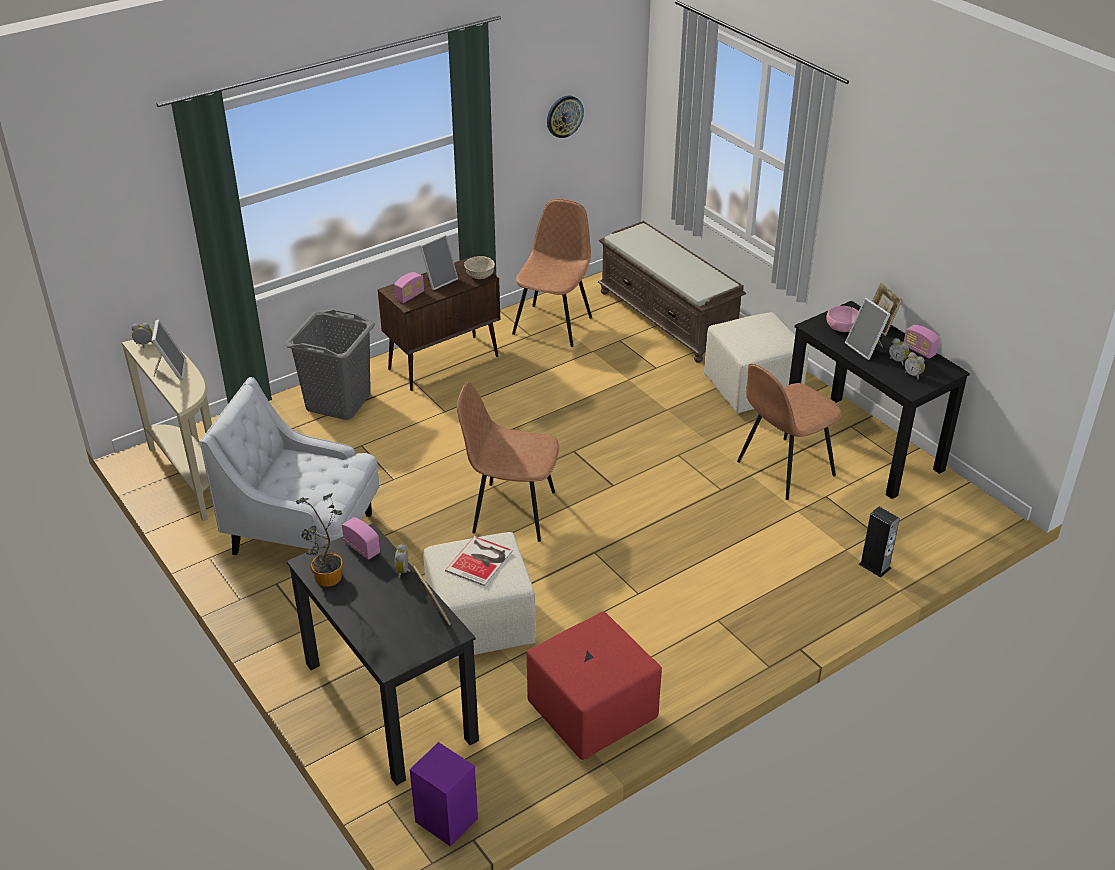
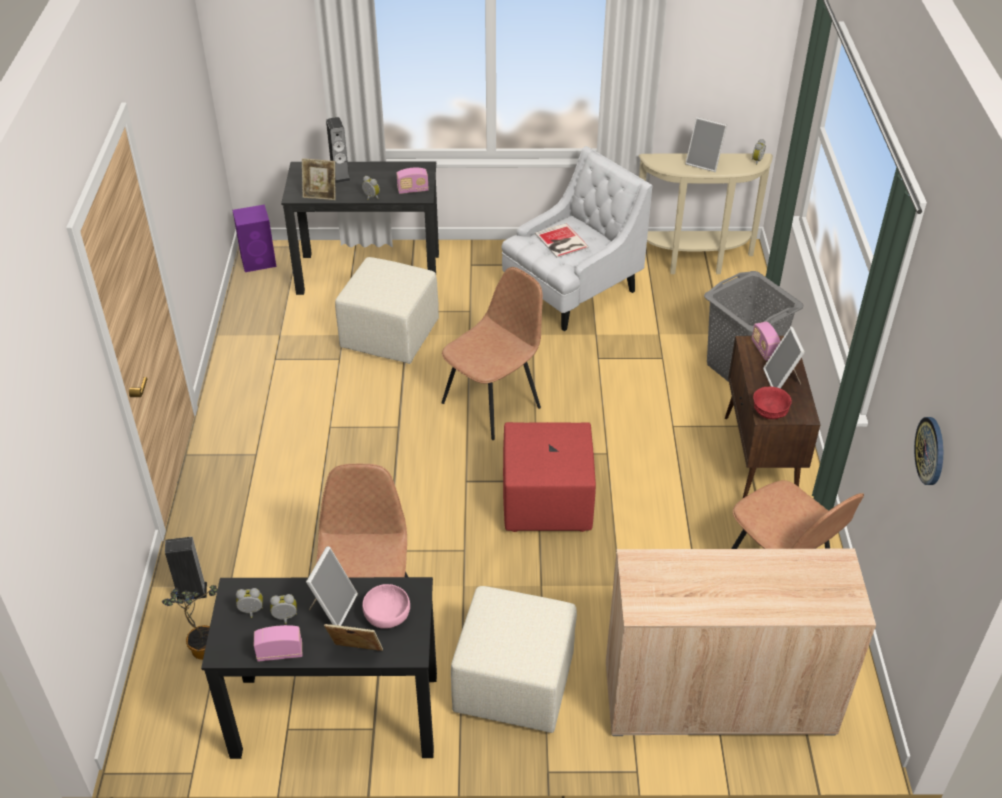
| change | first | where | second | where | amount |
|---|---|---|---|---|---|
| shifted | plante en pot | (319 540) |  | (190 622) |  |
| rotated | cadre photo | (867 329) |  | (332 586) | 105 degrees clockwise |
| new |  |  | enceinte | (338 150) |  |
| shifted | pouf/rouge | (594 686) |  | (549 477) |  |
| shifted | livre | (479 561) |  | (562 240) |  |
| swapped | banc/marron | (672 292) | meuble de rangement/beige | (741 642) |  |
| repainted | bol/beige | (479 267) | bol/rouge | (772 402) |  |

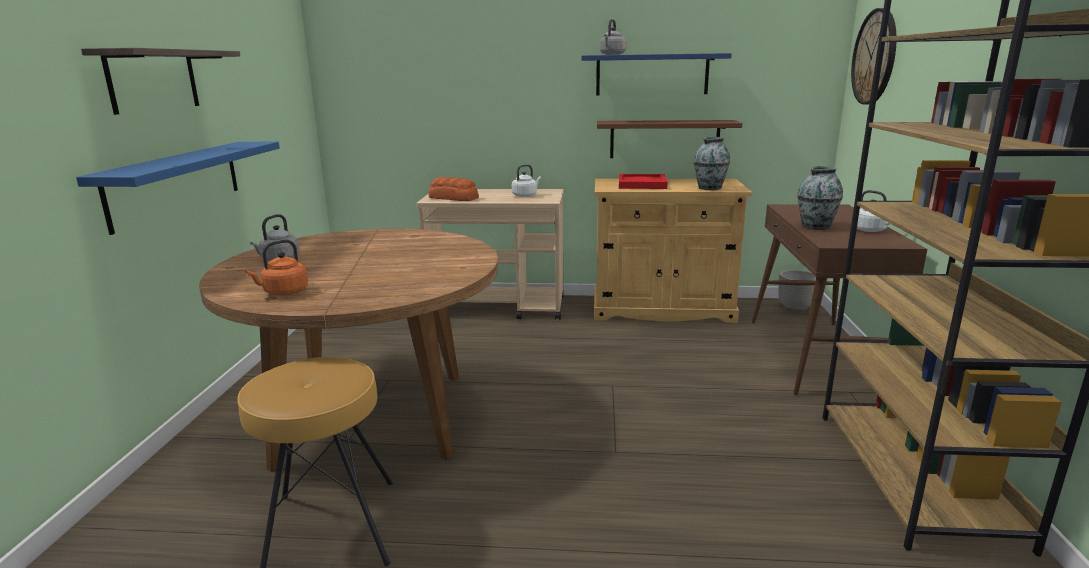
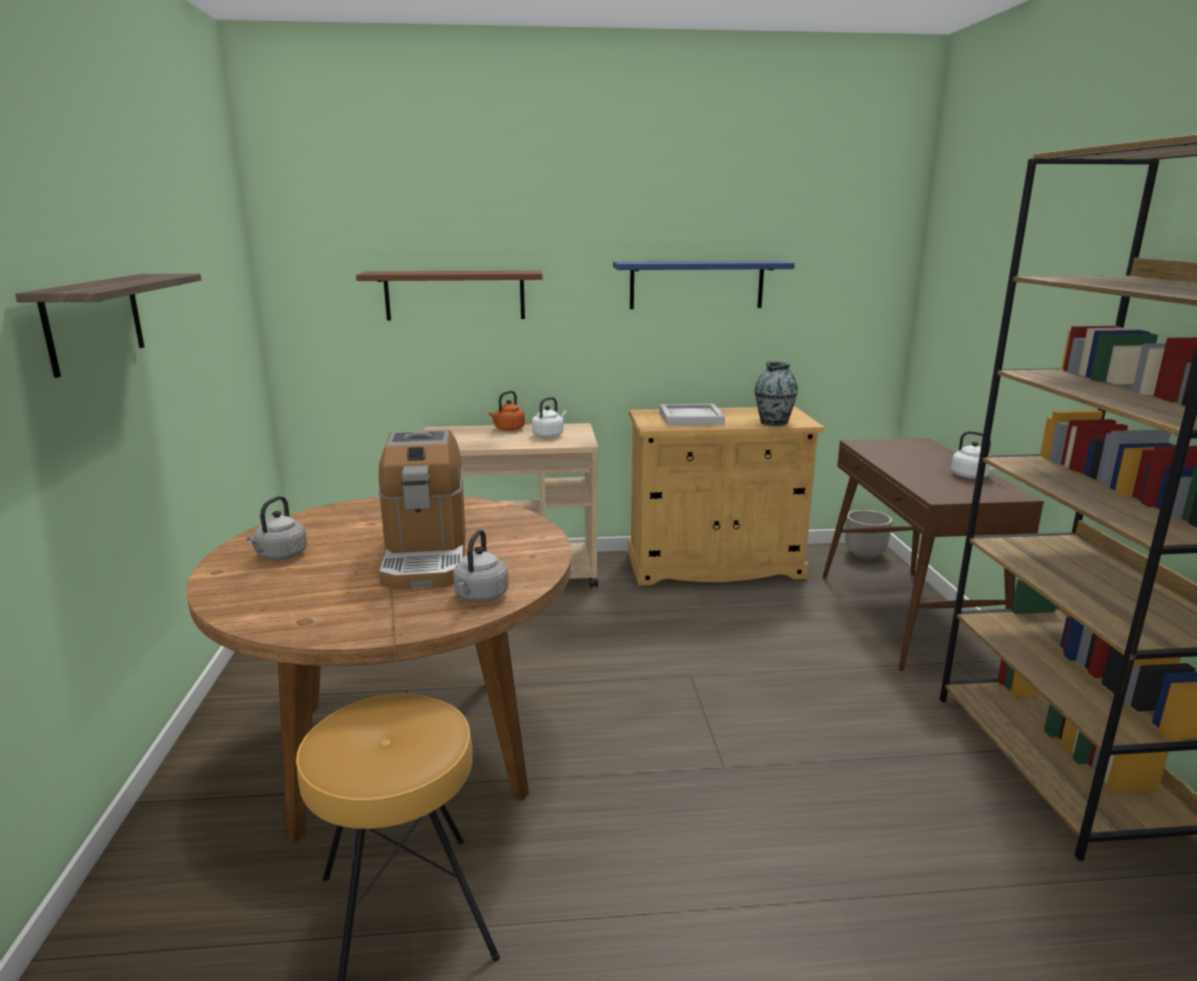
| change | first | where | second | where | amount |
|---|---|---|---|---|---|
| shifted | étagère/marron | (670 139) |  | (449 295) |  |
| new |  |  | machine à café | (422 509) |  |
| shifted | bouilloire/gris | (613 37) |  | (481 566) |  |
| shifted | bouilloire/orange | (277 267) |  | (507 411) |  |
| repainted | plateau/rouge | (643 181) | plateau/blanc | (692 415) |  |
| gone | étagère/bleu | (178 188) |  |  |  |
| gone | pain | (454 189) |  |  |  |
| gone | vase | (820 198) |  |  |  |
| gone | horloge murale | (873 56) |  |  |  |

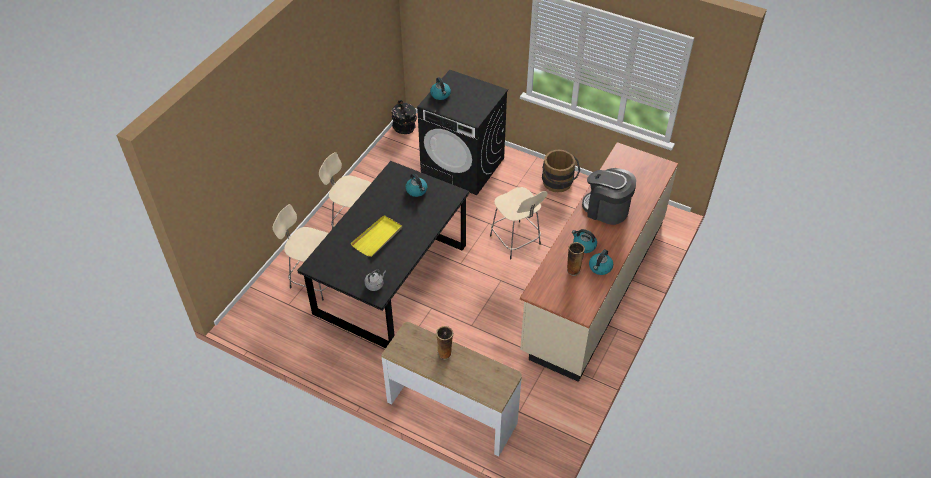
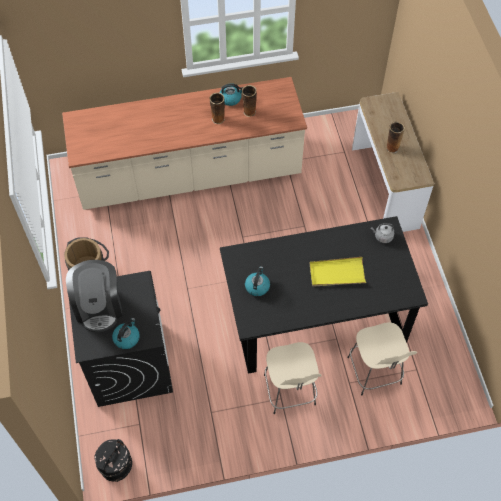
| change | first | where | second | where | amount |
|---|---|---|---|---|---|
| shifted | machine à café | (609 196) |  | (94 296) |  |
| swapped | bouilloire | (584 241) | vase | (217 108) |  |
| gone | tabouret/beige | (519 223) |  |  |  |

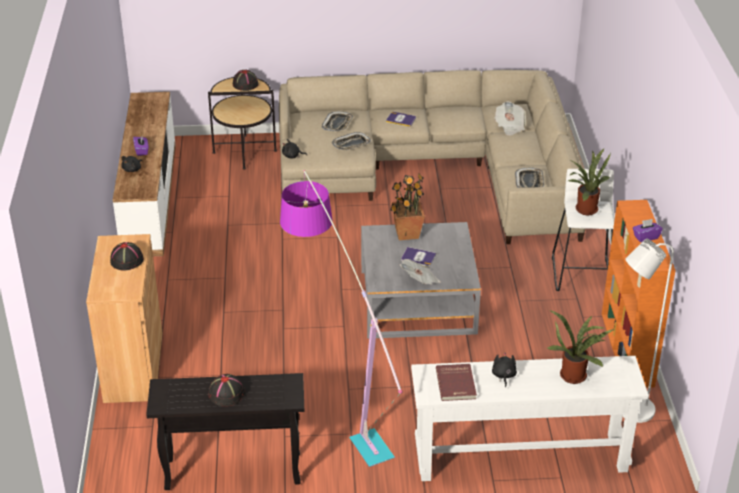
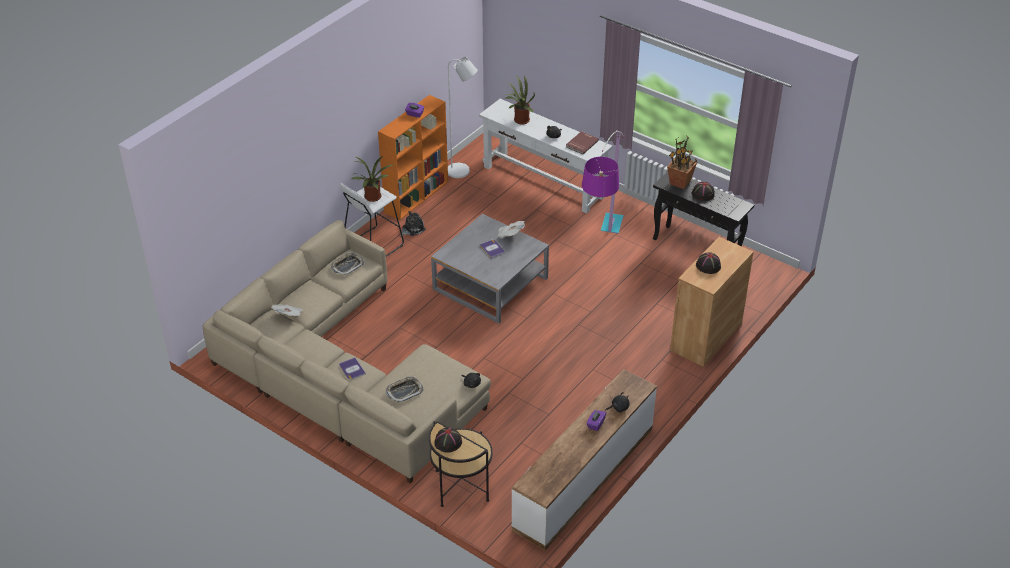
| change | first | where | second | where | amount |
|---|---|---|---|---|---|
| new |  |  | peluche | (413 223) |  |
| shifted | plante en pot | (407 206) |  | (682 161) |  |
| gone | plateau | (351 141) |  |  |  |

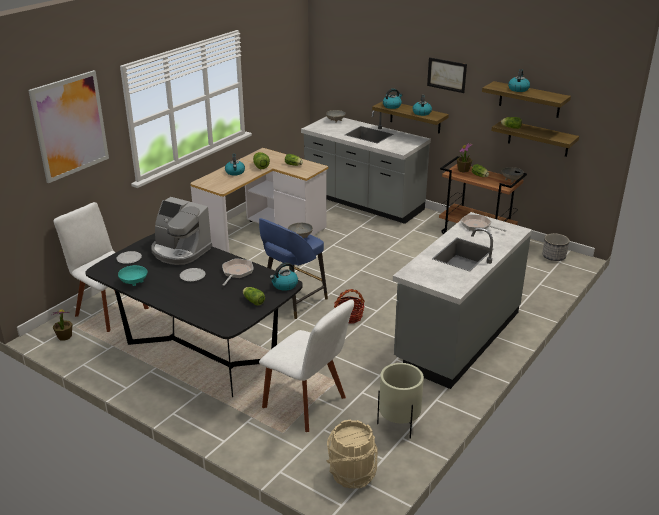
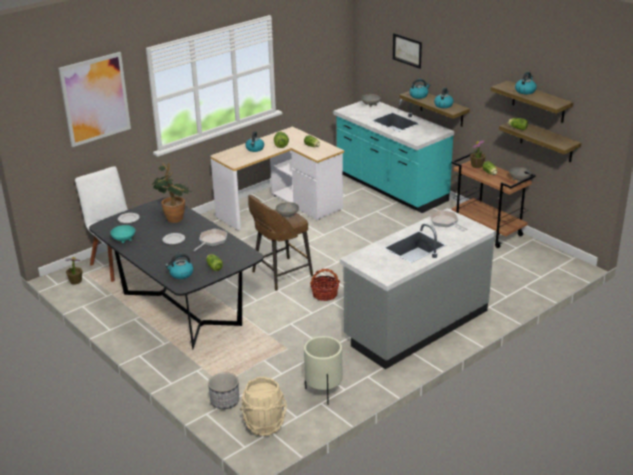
| change | first | where | second | where | amount |
|---|---|---|---|---|---|
| swapped | machine à café | (181 231) | plante en pot | (172 192) |  |
| shifted | bouilloire | (284 276) |  | (179 266) |  |
| shifted | cache-pot | (555 247) |  | (223 390) |  |
| repainted | tabouret/bleu | (293 268) | tabouret/marron | (280 243) |  |
| repainted | comptoir de cuisine/gris | (366 167) | comptoir de cuisine/turquoise | (393 156) |  |
| shifted | tableau | (447 75) |  | (407 51) |  |
| gone | chaise/blanc | (306 365) |  |  |  |

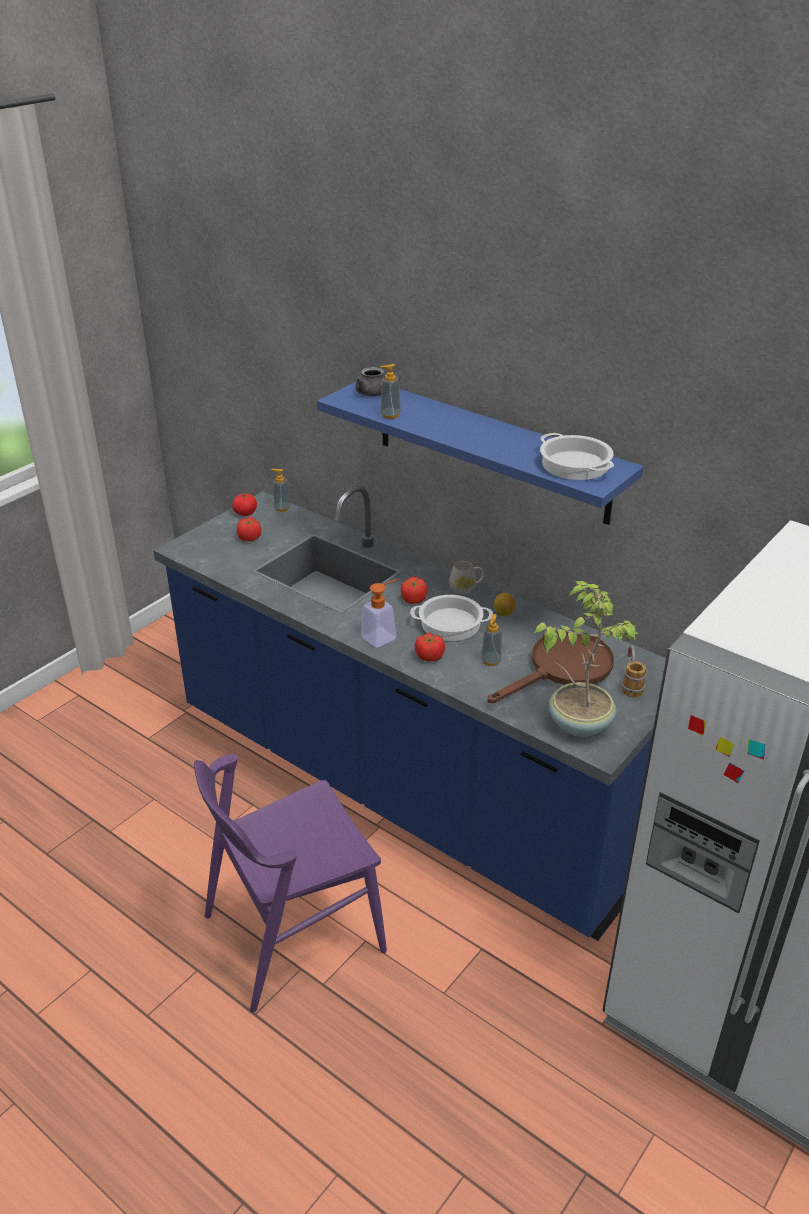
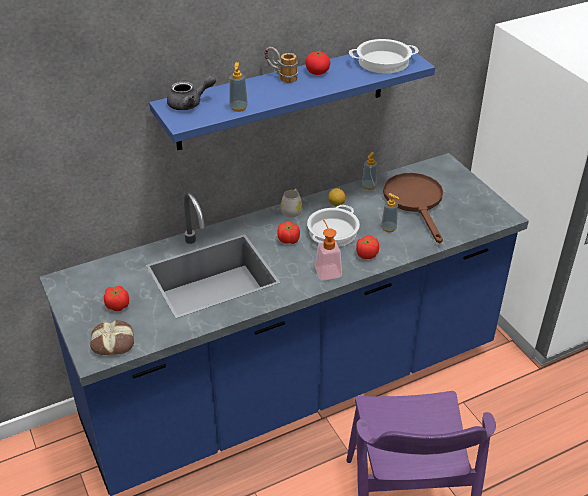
| change | first | where | second | where | amount |
|---|---|---|---|---|---|
| new |  |  | pain | (112 337) |  |
| shifted | mug | (634 671) |  | (281 65) |  |
| shifted | tomate | (244 505) |  | (317 63) |  |
| shifted | distributeur de savon | (280 490) |  | (369 171) |  |
| gone | plante en pot | (586 659) |  |  |  |

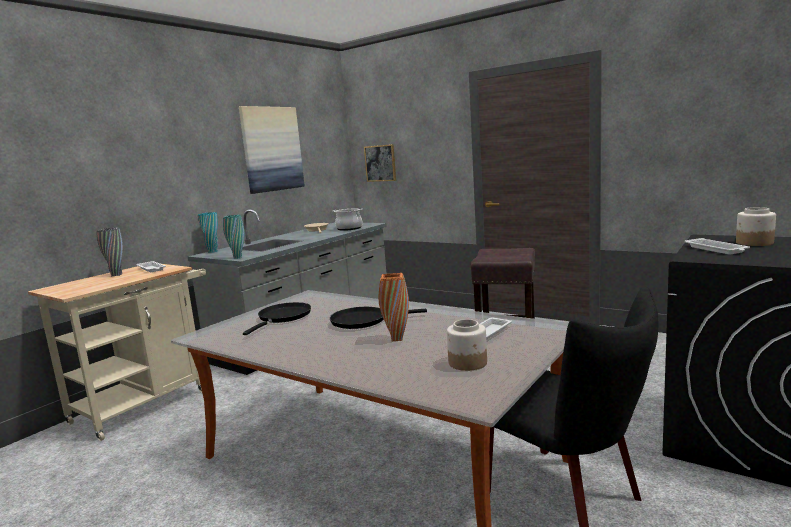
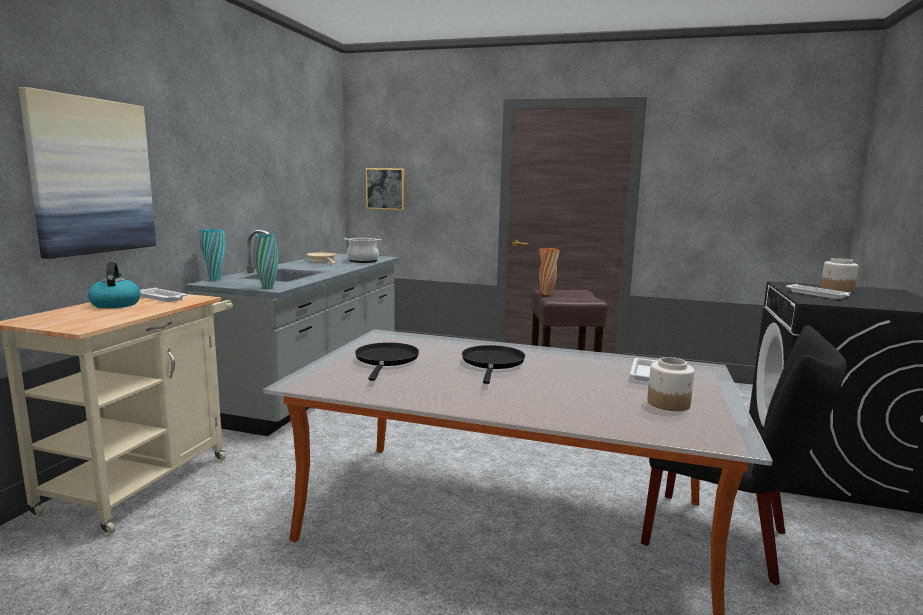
| change | first | where | second | where | amount |
|---|---|---|---|---|---|
| shifted | tableau | (272 150) |  | (87 173) |  |
| swapped | vase/gris | (109 251) | bouilloire | (114 285) |  |
| rotated | poêle/noir | (378 318) |  | (493 364) | 120 degrees clockwise |
| shifted | vase/orange | (393 307) |  | (549 271) |  |

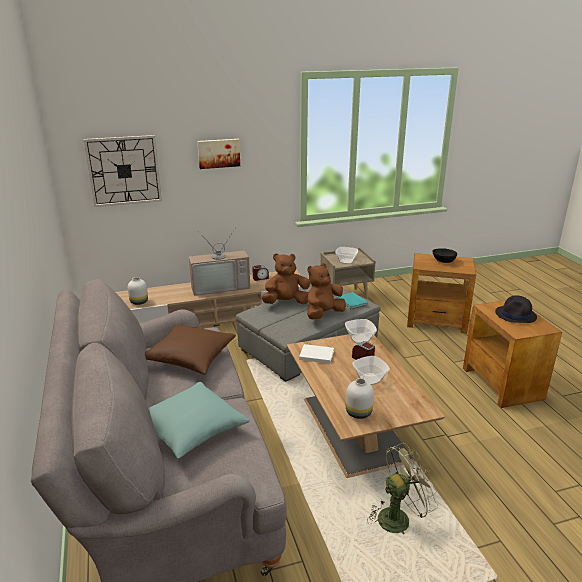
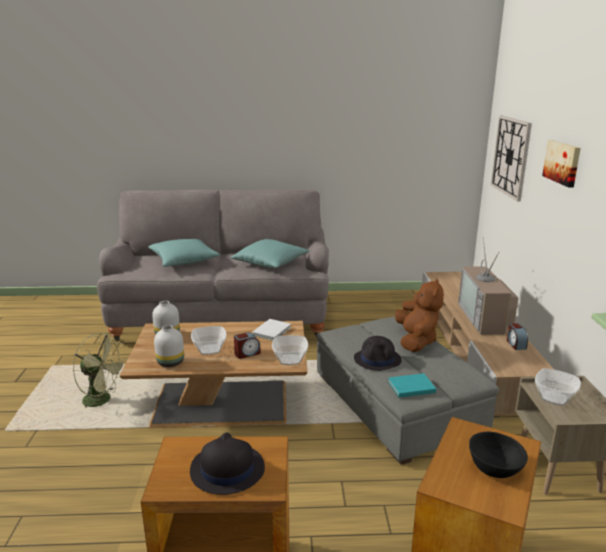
| change | first | where | second | where | amount |
|---|---|---|---|---|---|
| rotated | ventilateur/vert | (402 489) |  | (100 373) | 60 degrees counterclockwise |
| shifted | vase/blanc | (138 291) |  | (169 346) |  |
| repainted | coussin/marron | (190 349) | coussin/turquoise | (270 253) |  |
| swapped | peluche/marron | (326 291) | chapeau/noir | (378 353) |  |

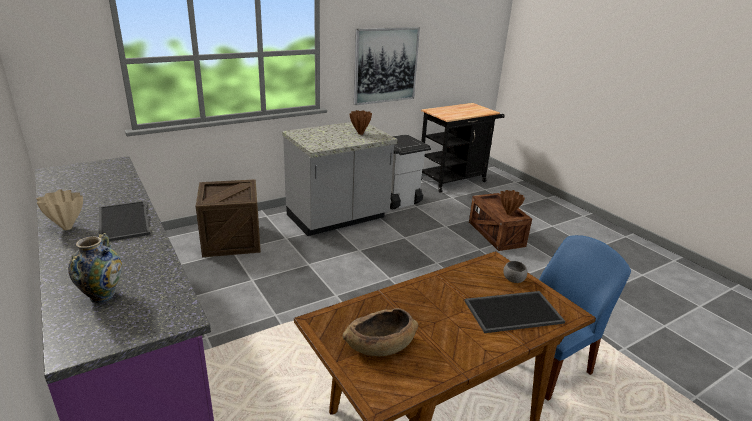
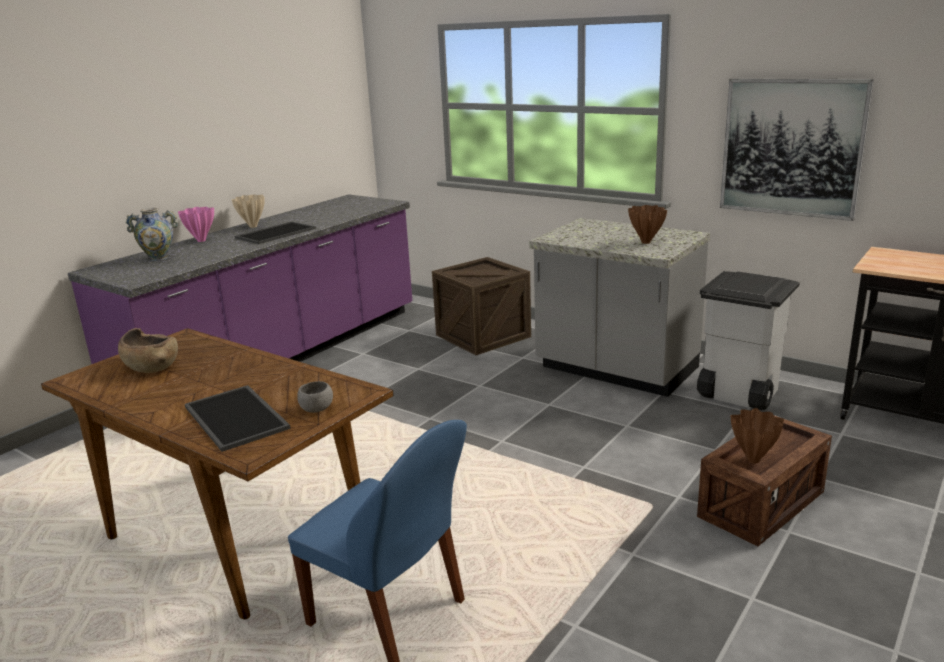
| change | first | where | second | where | amount |
|---|---|---|---|---|---|
| new |  |  | vase/rose | (196 224) |  |

